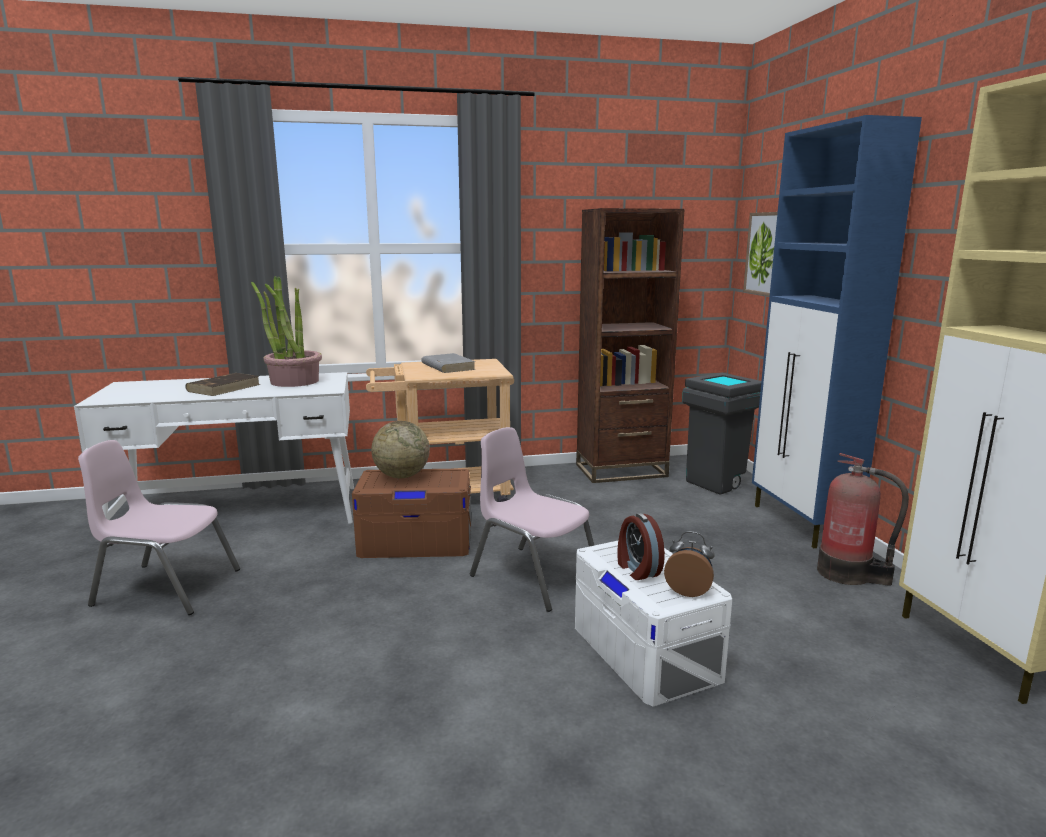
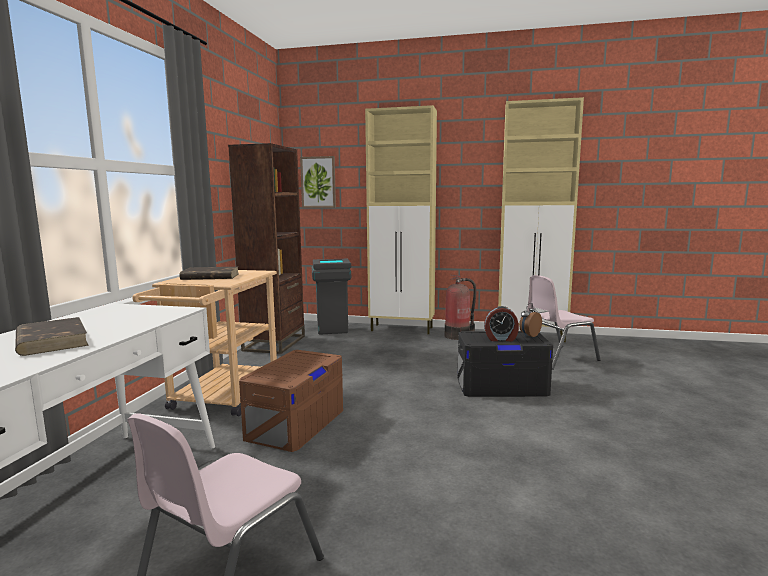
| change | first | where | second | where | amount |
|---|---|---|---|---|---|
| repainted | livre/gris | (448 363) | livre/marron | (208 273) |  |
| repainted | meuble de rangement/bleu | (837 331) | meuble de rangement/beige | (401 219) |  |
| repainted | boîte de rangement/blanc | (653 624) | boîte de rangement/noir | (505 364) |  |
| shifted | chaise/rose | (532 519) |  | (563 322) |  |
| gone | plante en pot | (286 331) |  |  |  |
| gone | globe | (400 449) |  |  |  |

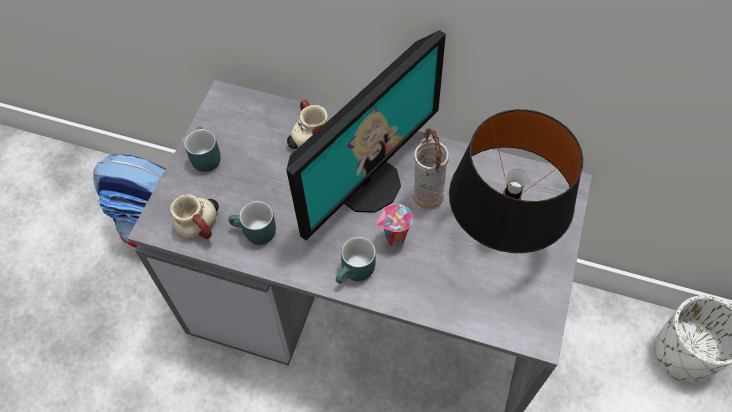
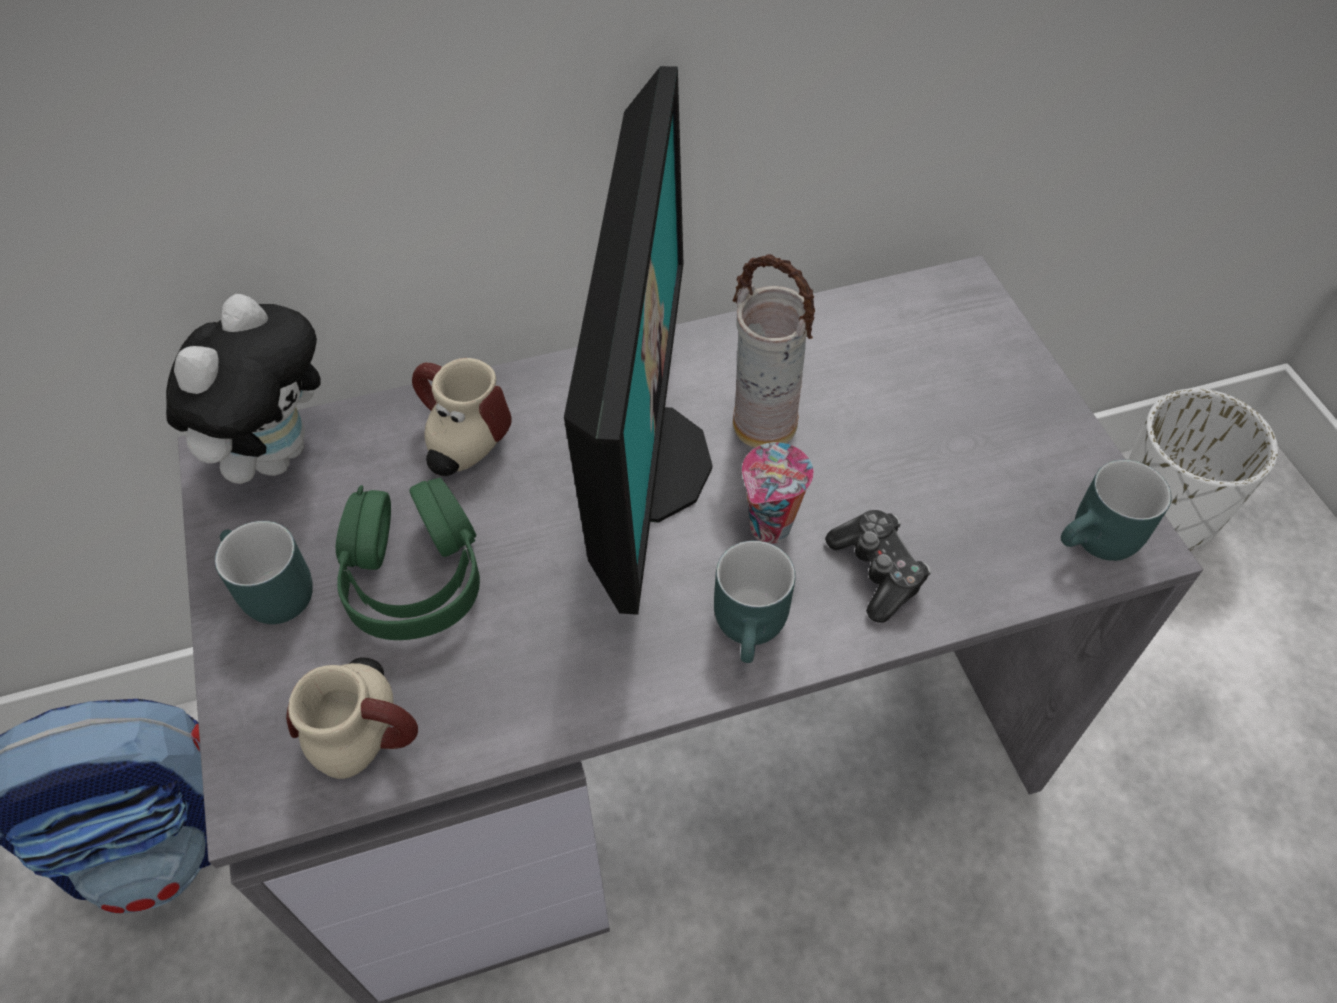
| change | first | where | second | where | amount |
|---|---|---|---|---|---|
| new |  |  | peluche | (243 389) |  |
| new |  |  | casque audio/vert | (408 559) |  |
| new |  |  | manette | (878 566) |  |
| shifted | mug/turquoise | (252 223) |  | (1116 510) |  |
| gone | lampe de table/noir | (516 181) |  |  |  |

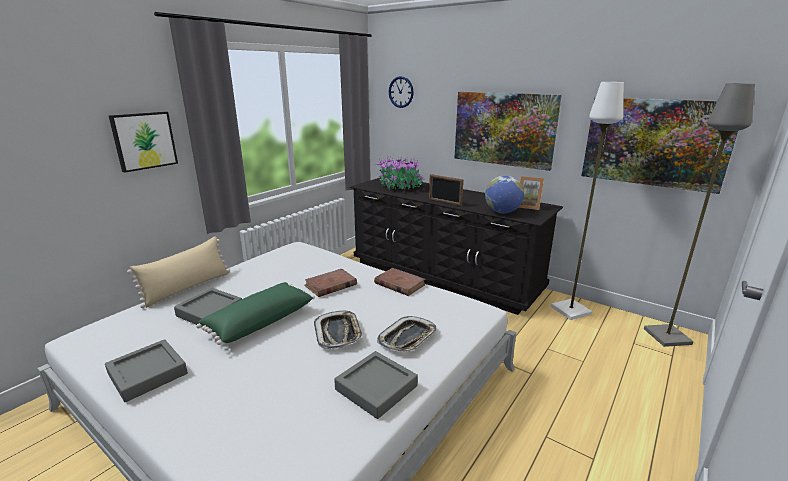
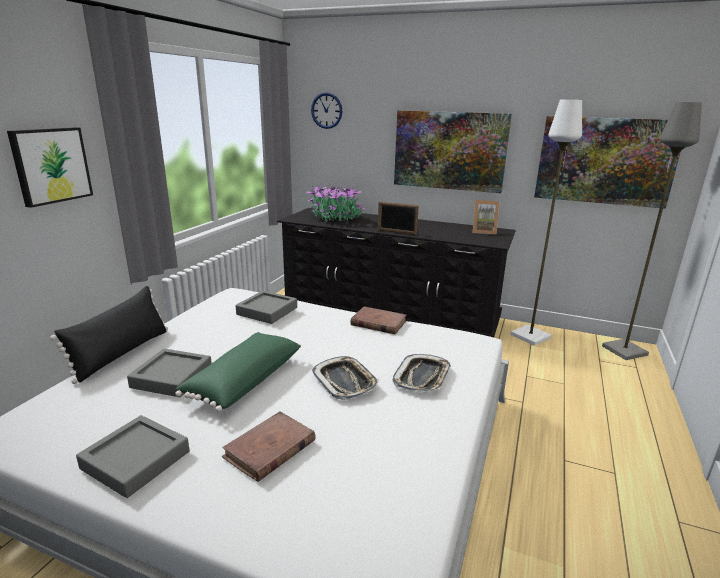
| change | first | where | second | where | amount |
|---|---|---|---|---|---|
| repainted | coussin/beige | (178 272) | coussin/noir | (109 335) |  |
| shifted | livre/marron | (330 283) |  | (269 447) |  |
| shifted | plateau/gris | (376 385) |  | (266 307) |  |
| gone | globe | (504 194) |  |  |  |

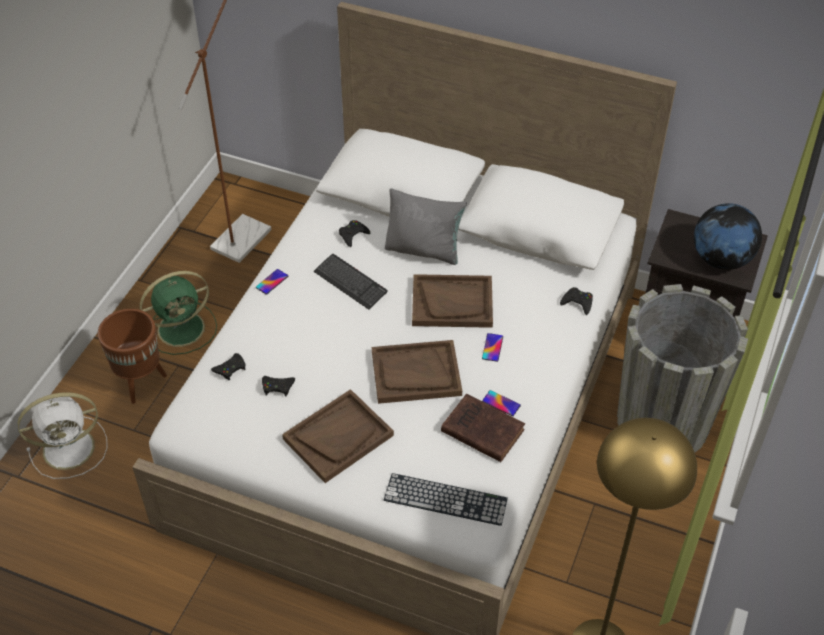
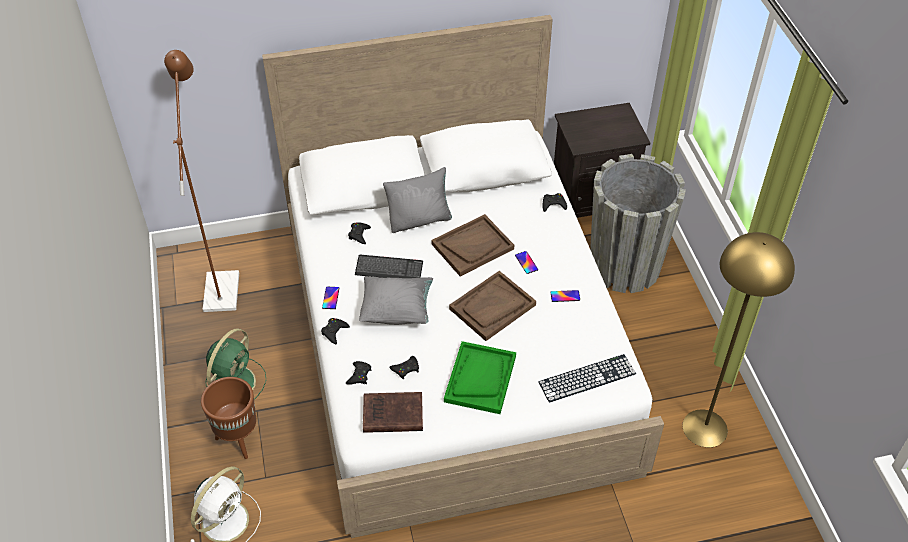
| change | first | where | second | where | amount |
|---|---|---|---|---|---|
| new |  |  | manette/noir | (335 331) |  |
| new |  |  | coussin/gris | (396 300) |  |
| shifted | livre/marron | (483 428) |  | (393 412) |  |
| repainted | plateau/marron | (338 436) | plateau/vert | (480 377) |  |
| gone | globe | (728 236) |  |  |  |

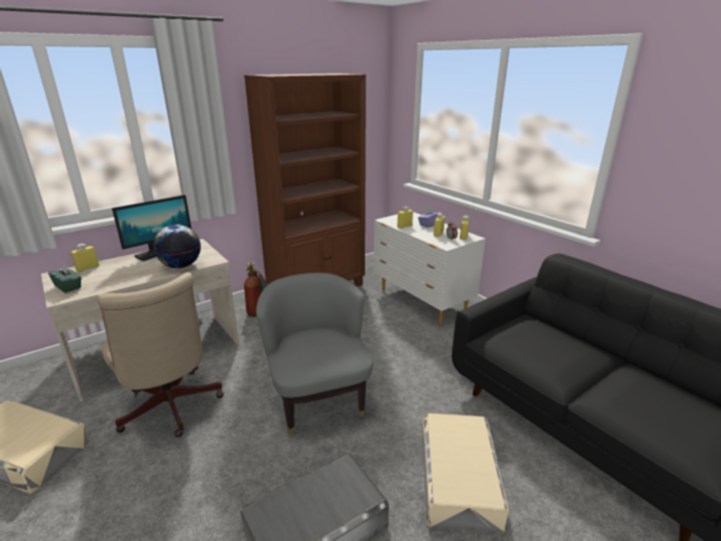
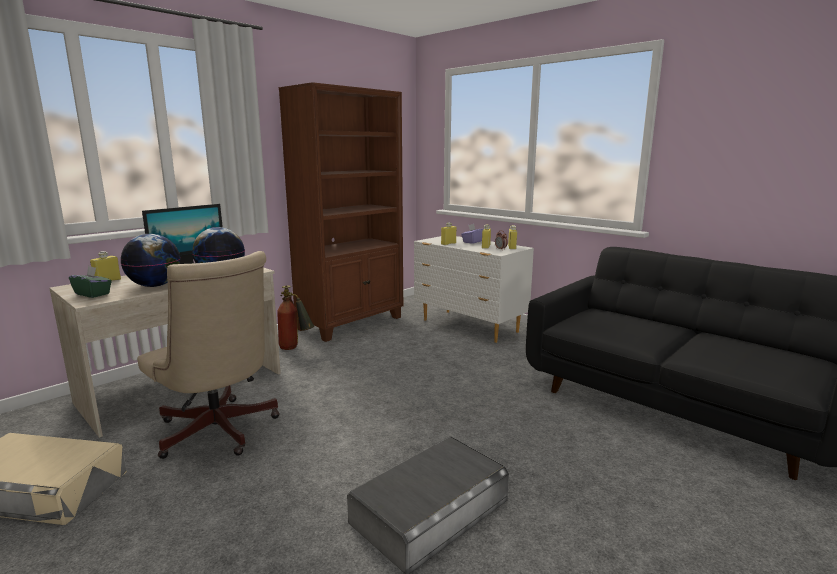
| change | first | where | second | where | amount |
|---|---|---|---|---|---|
| new |  |  | globe | (151 260) |  |
| gone | fauteuil/gris | (314 354) |  |  |  |
| gone | boîte de rangement/beige | (465 473) |  |  |  |

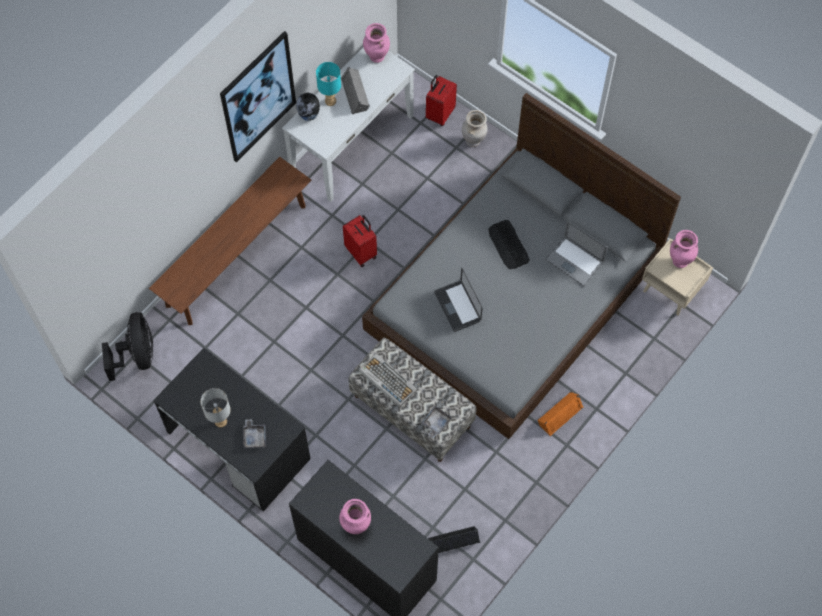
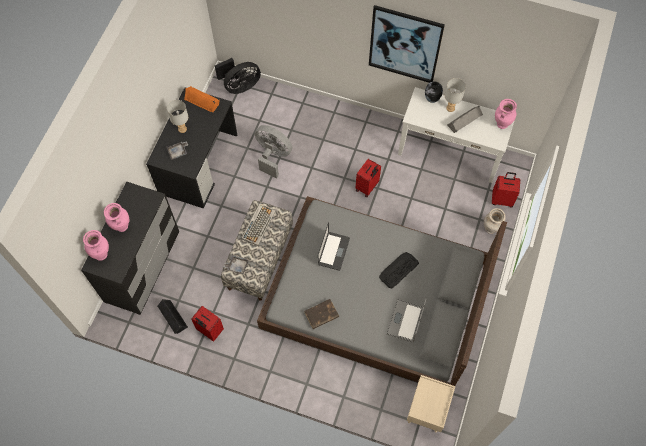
| change | first | where | second | where | amount |
|---|---|---|---|---|---|
| shifted | vase/rose | (684 249) |  | (96 245) |  |
| shifted | enceinte/orange | (560 414) |  | (202 99) |  |
| new |  |  | valise/rouge | (207 324) |  |
| new |  |  | ventilateur/gris | (273 151) |  |
| new |  |  | livre/marron | (321 314) |  |
| rotated | ordinateur portable | (458 299) |  | (334 247) | 150 degrees clockwise |
| repainted | lampe de table/turquoise | (328 84) | lampe de table/gris | (455 95) |  |
| gone | banc/marron | (230 241) |  |  |  |

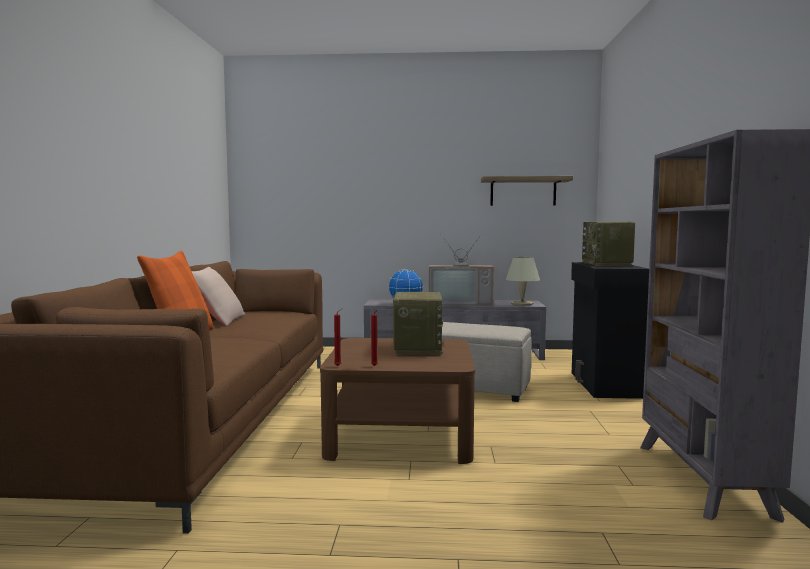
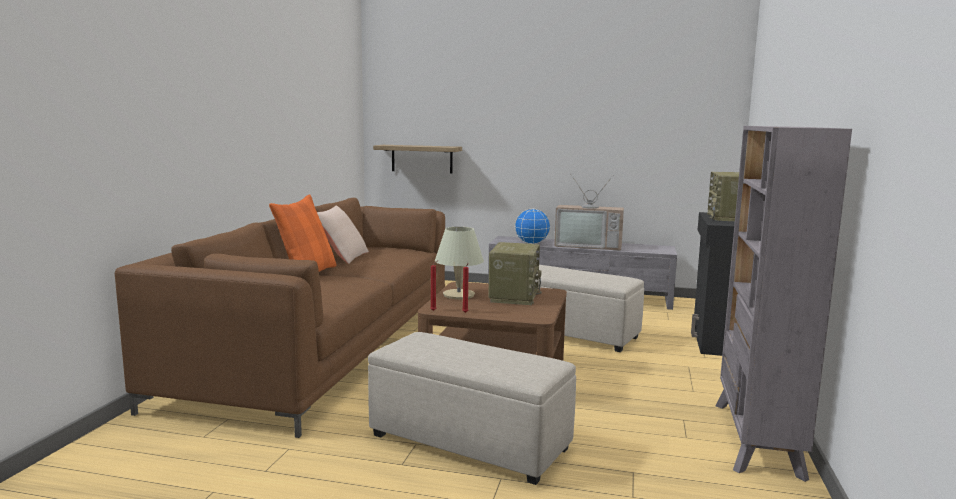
| change | first | where | second | where | amount |
|---|---|---|---|---|---|
| new |  |  | pouf/beige | (472 408) |  |
| shifted | étagère | (527 191) |  | (417 159) |  |
| shifted | lampe de table/beige | (523 281) |  | (459 263) |  |

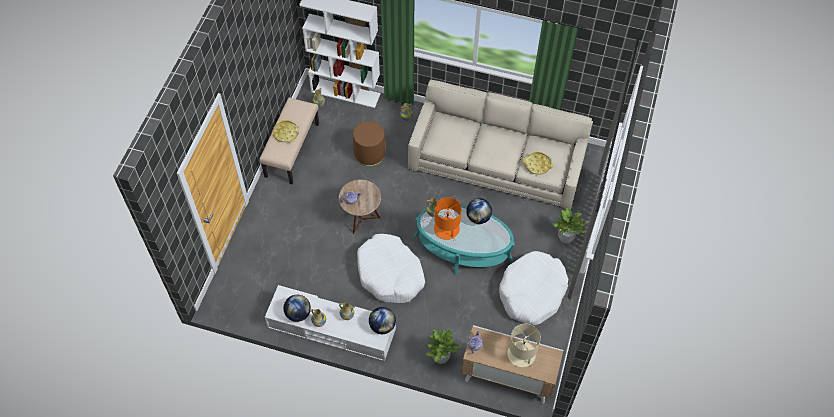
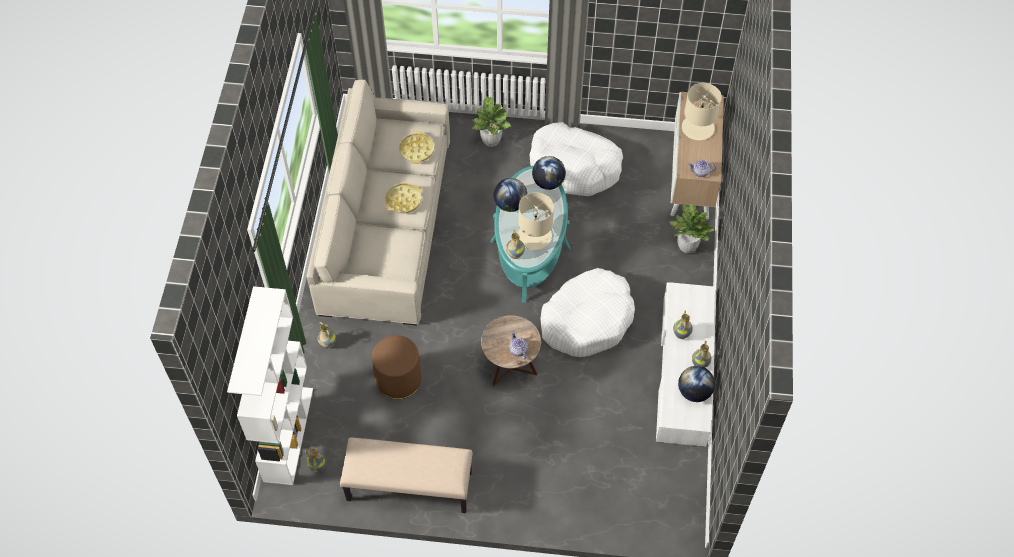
| change | first | where | second | where | amount |
|---|---|---|---|---|---|
| shifted | plateau/jaune | (286 131) |  | (403 198) |  |
| repainted | lampe de table/orange | (448 218) | lampe de table/beige | (536 221) |  |
| shifted | globe | (382 320) |  | (549 173) |  |

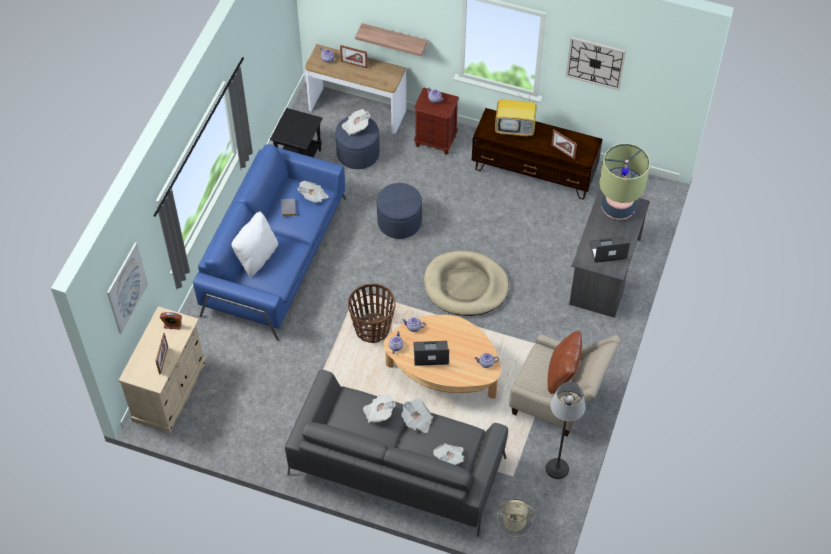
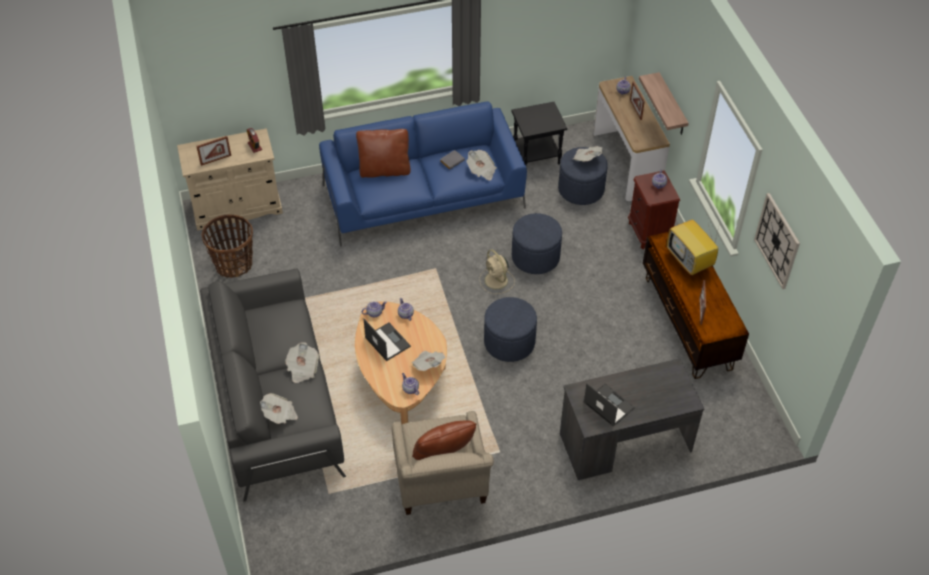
| change | first | where | second | where | amount |
|---|---|---|---|---|---|
| shifted | panier | (372 313) |  | (227 246) |  |
| repainted | coussin/blanc | (255 244) | coussin/marron | (383 153) |  |
| shifted | journal | (379 409) |  | (428 361) |  |
| shifted | ventilateur/beige | (515 518) |  | (497 271) |  |
| swapped | panier pour chien/beige | (466 283) | pouf/bleu | (510 329) |  |
| gone | tableau | (127 288) |  |  |  |
| gone | lampadaire | (565 430) |  |  |  |
| gone | lampe de table | (625 181) |  |  |  |

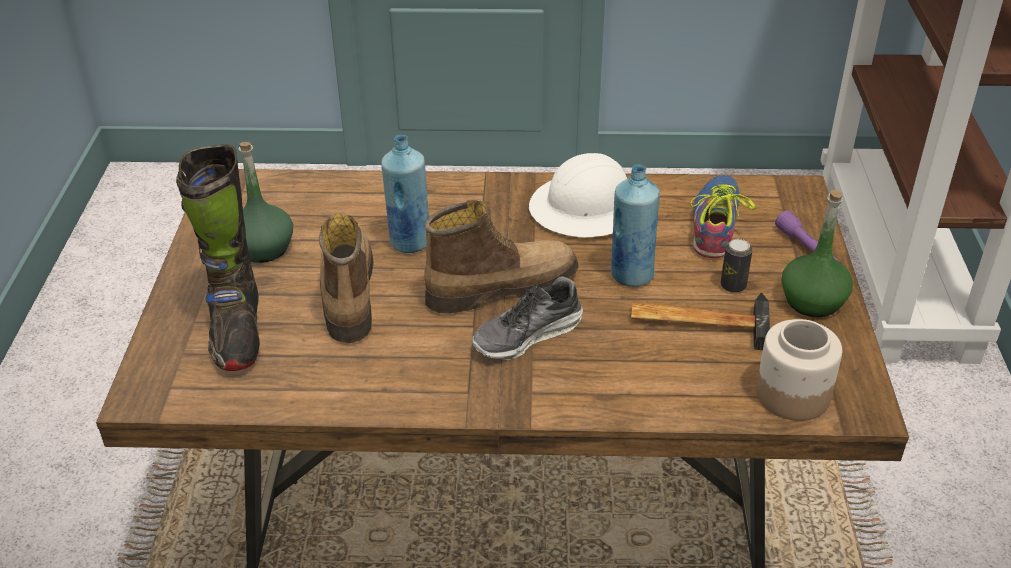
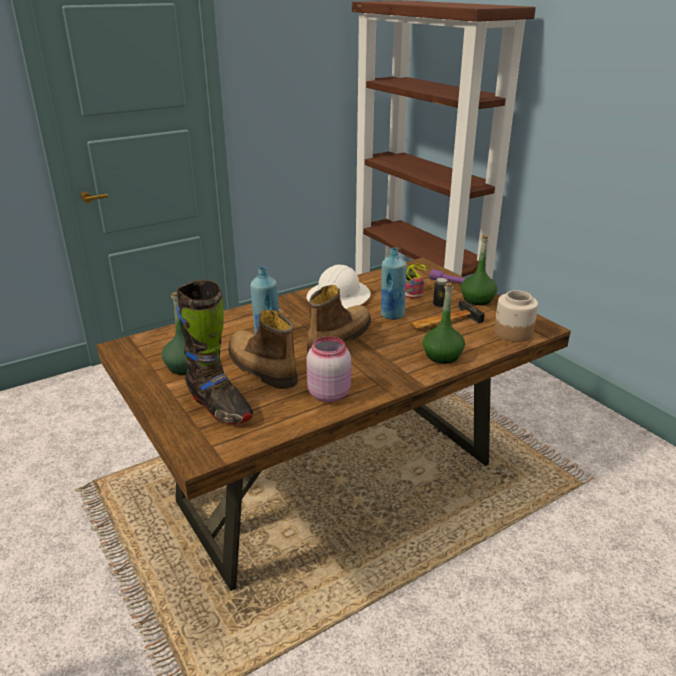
| change | first | where | second | where | amount |
|---|---|---|---|---|---|
| new |  |  | bocal/rose | (328 369) |  |
| new |  |  | bouteille/vert | (444 323) |  |
| gone | chaussure | (527 318) |  |  |  |

